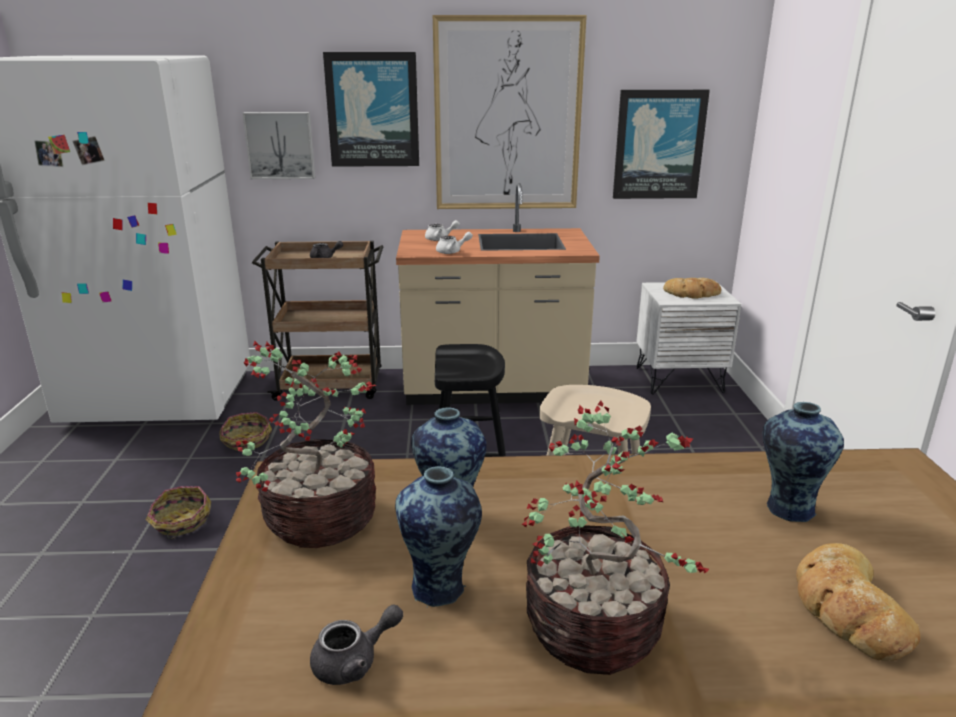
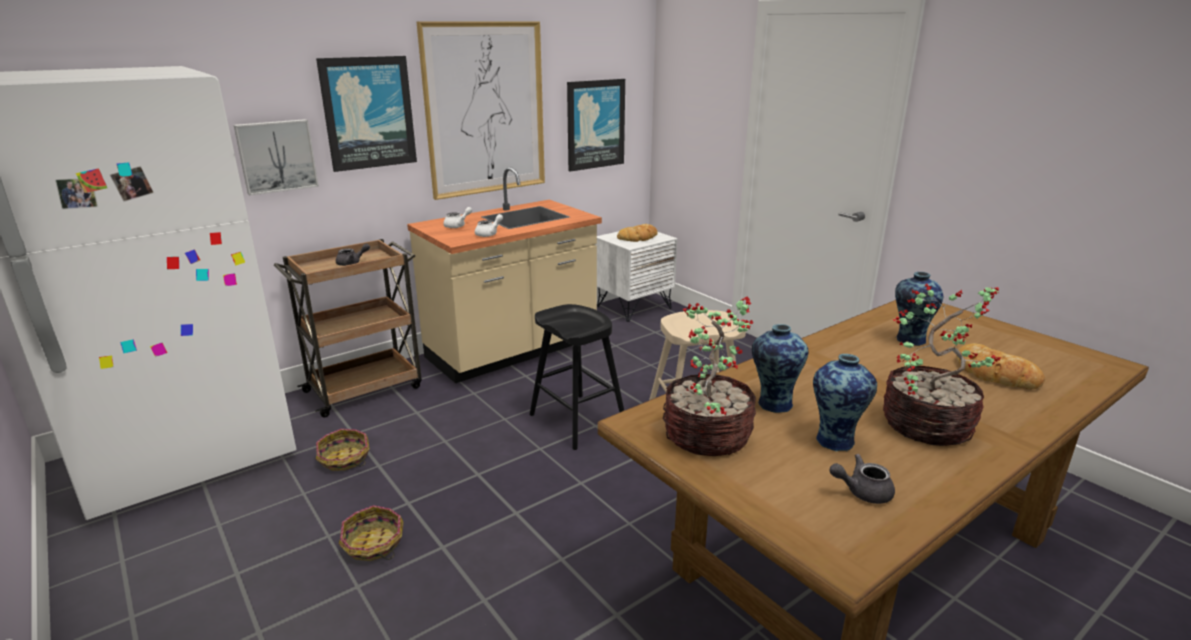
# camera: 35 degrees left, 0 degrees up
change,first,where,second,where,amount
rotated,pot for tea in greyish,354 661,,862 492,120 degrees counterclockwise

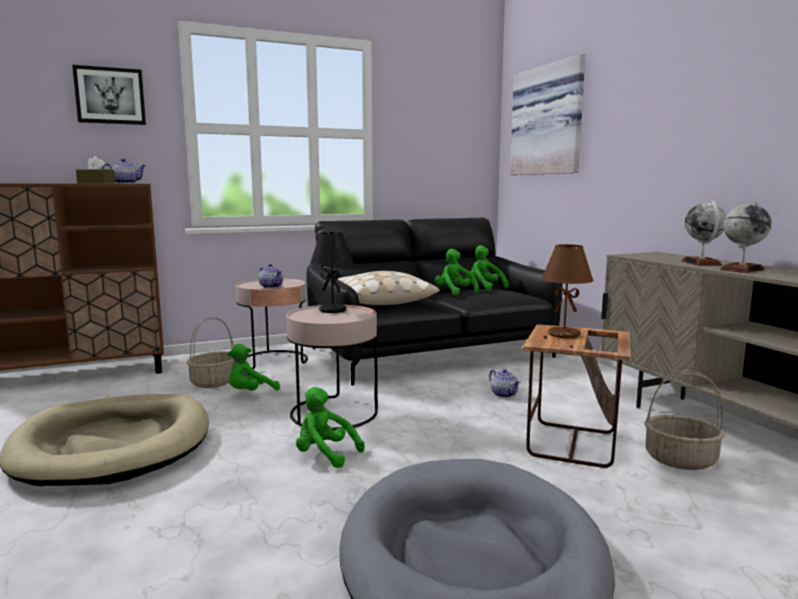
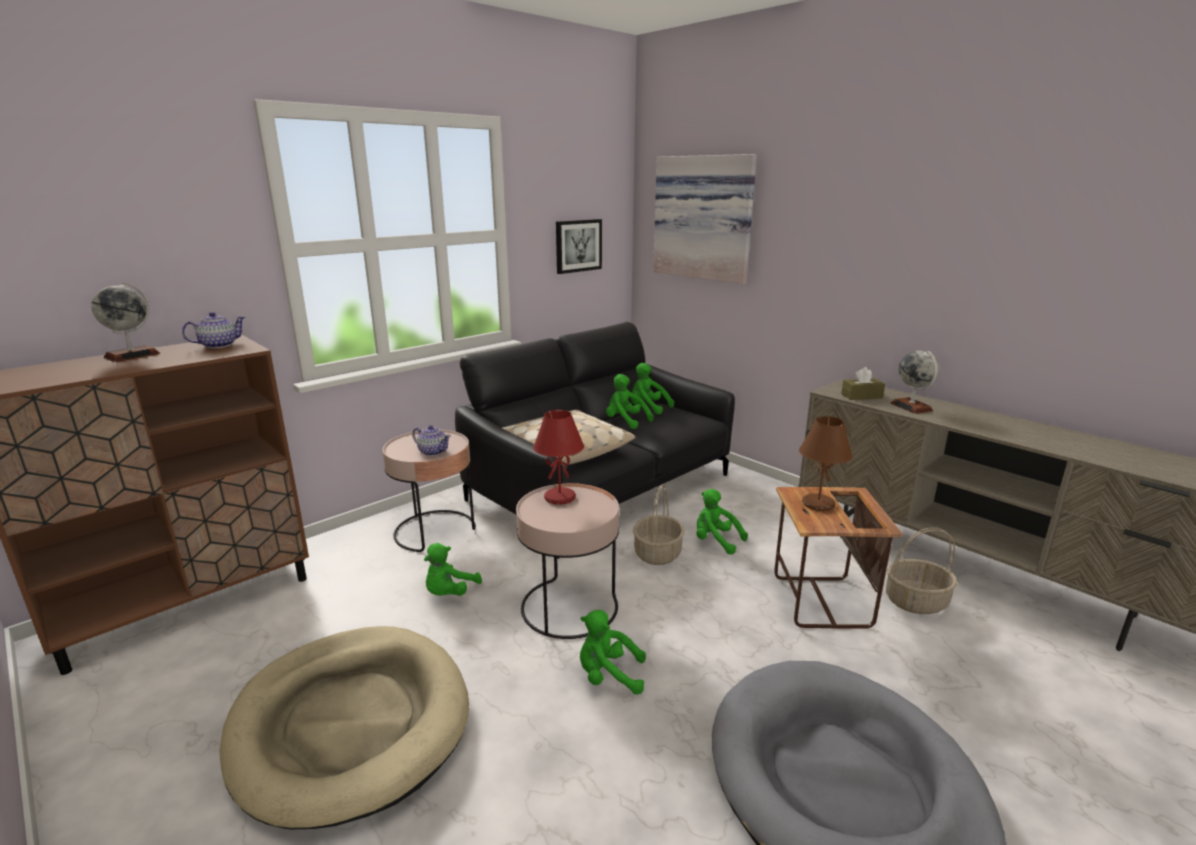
# camera: 20 degrees left, 10 degrees up
change,first,where,second,where,amount
shifted,wall art,110 96,,578 245,
shifted,tissue holder in brownish,96 183,,861 396,
shifted,basket,214 382,,658 554,
shifted,globe,742 269,,132 355,
swapped,pot for tea,504 394,plush toy in green,715 541,
repainted,lamp for a table in black-coloured,333 310,lamp for a table in reddish,560 497,

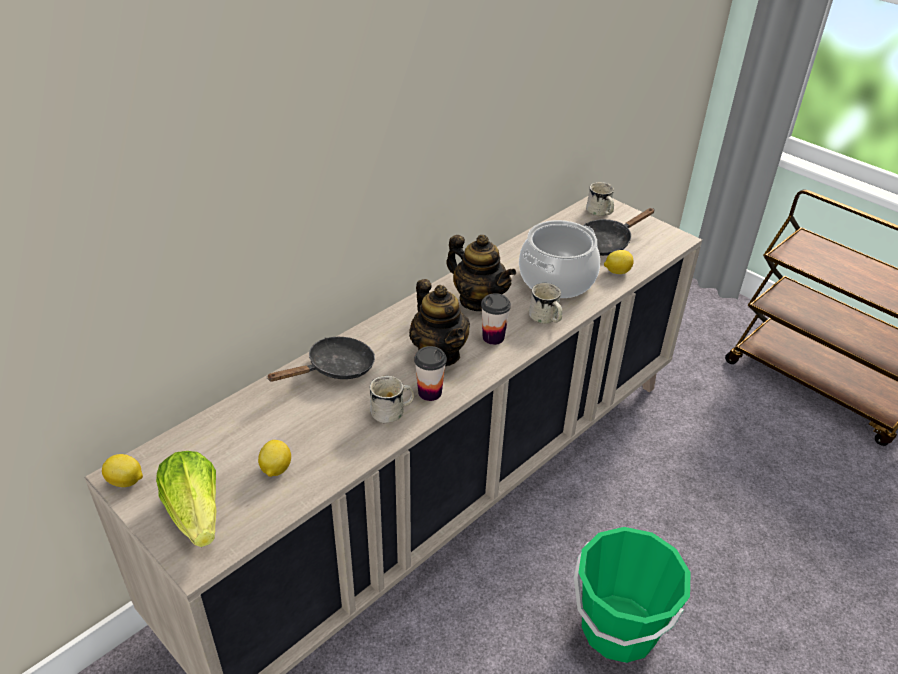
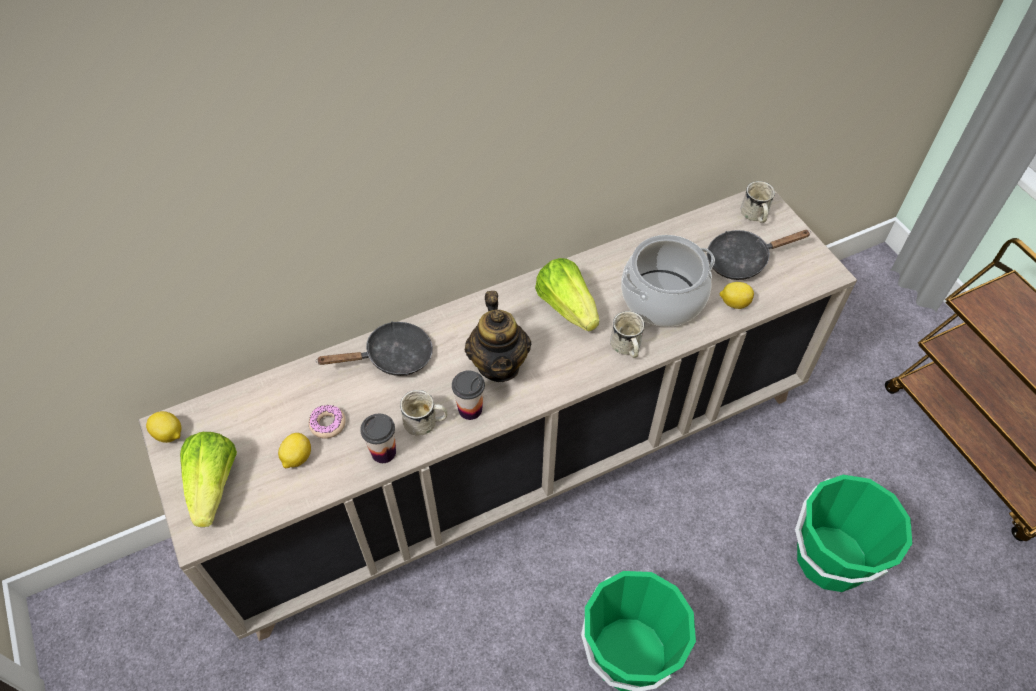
# camera: 20 degrees right, 15 degrees up
change,first,where,second,where,amount
new,,,ring doughnut,328 424,
new,,,water bucket in green,830 559,
shifted,drinking cup,493 337,,383 452,
swapped,pot for tea,478 301,lettuce,567 307,

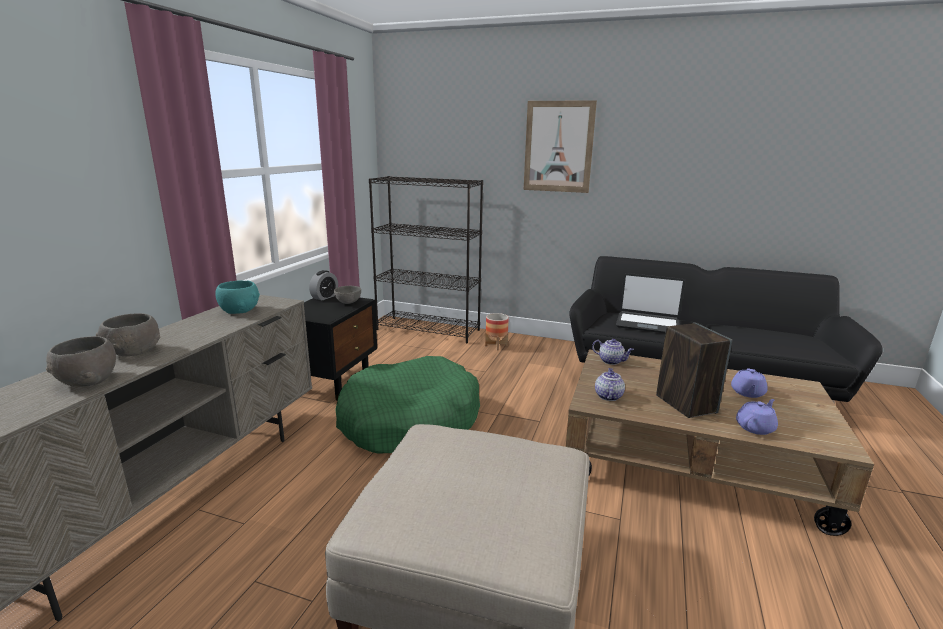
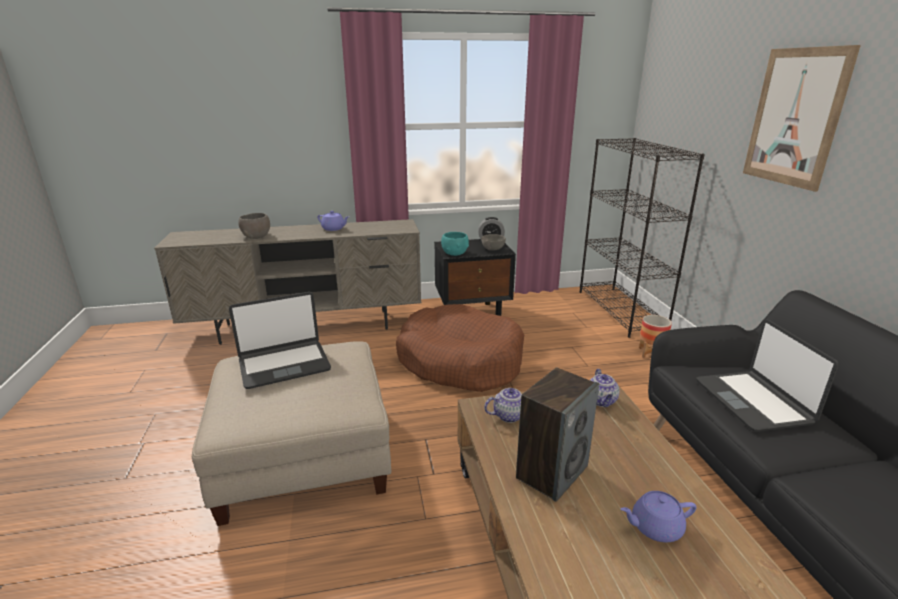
# camera: 60 degrees right, 5 degrees up
change,first,where,second,where,amount
gone,bowl in greyish,133 352,,,
new,,,portable computer,284 365,
shifted,bowl in turquoise-coloured,240 310,,455 253,
shifted,pot for tea in purplish,755 427,,334 229,
repainted,pet bed in green,409 420,pet bed in brownish,460 361,

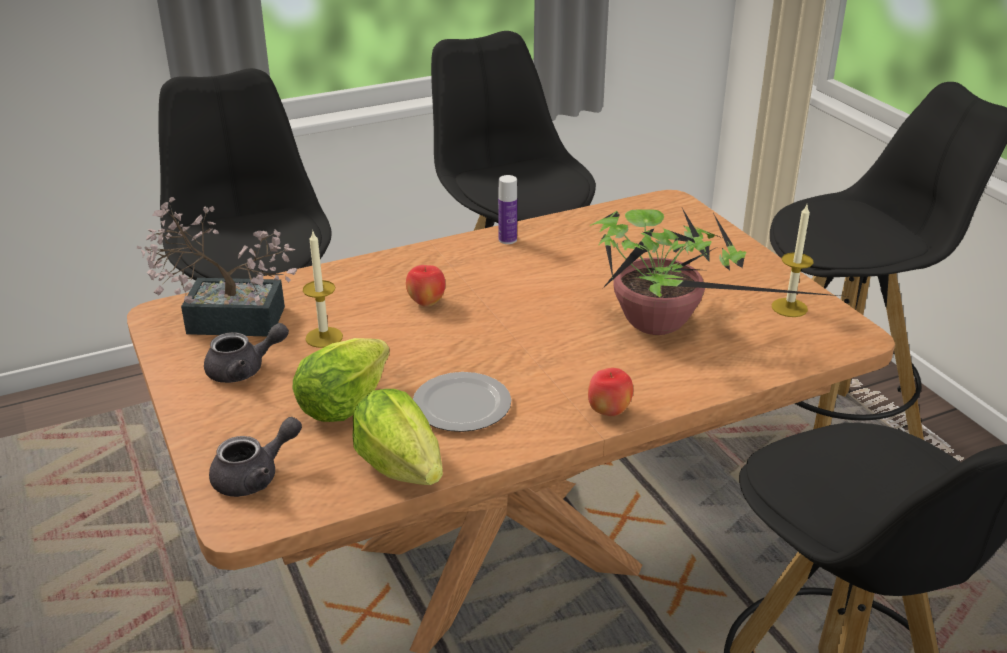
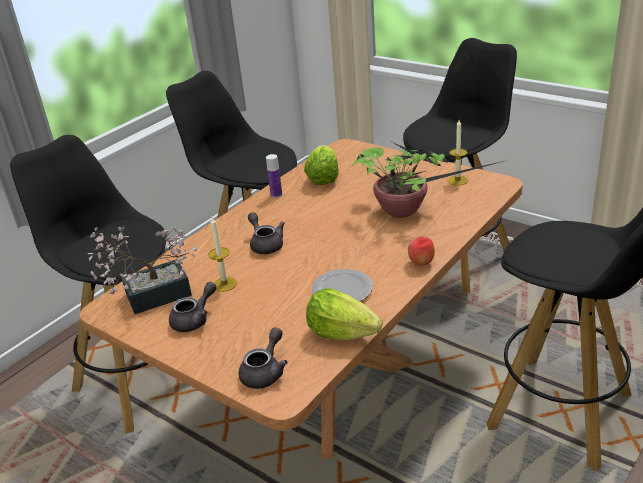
# camera: 25 degrees left, 0 degrees up
change,first,where,second,where,amount
shifted,lettuce,343 404,,323 178,
swapped,apple fruit,426 303,pot for tea in greyish,265 244,

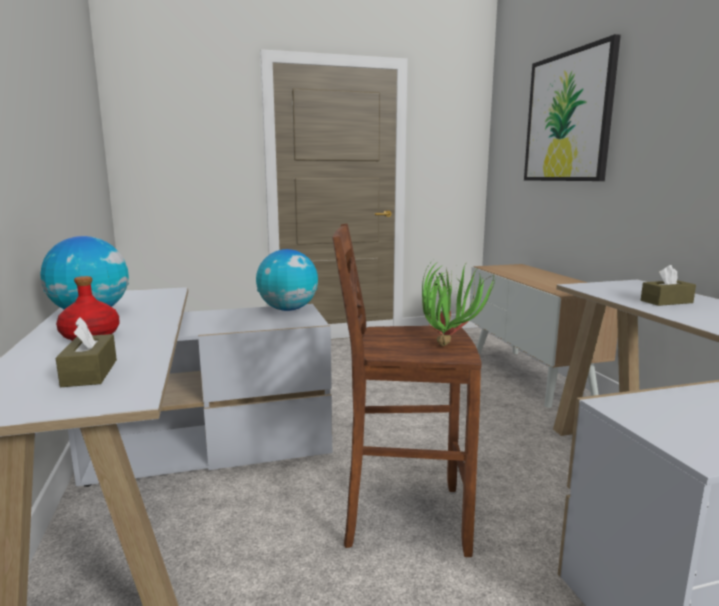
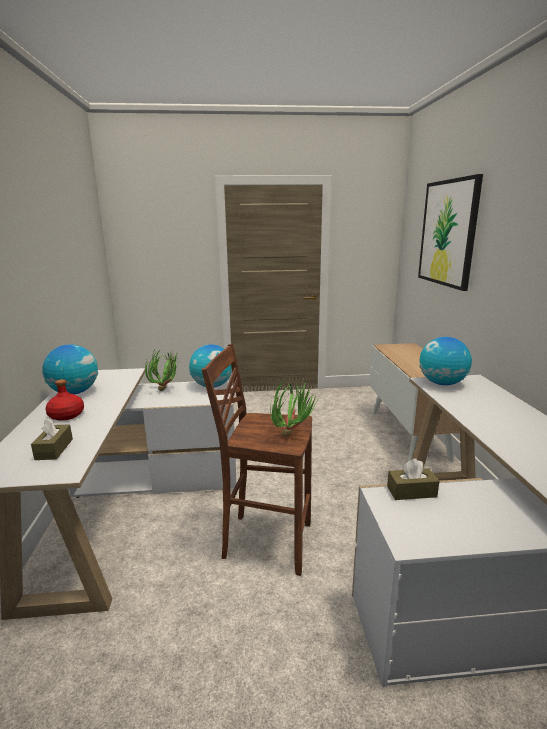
# camera: 10 degrees right, 5 degrees up
change,first,where,second,where,amount
new,,,potted plant,167 389,
new,,,globe,442 383,
shifted,tissue holder in brownish,666 301,,411 492,

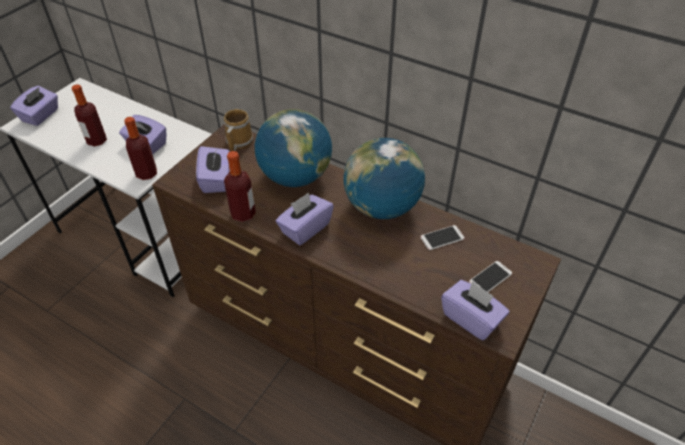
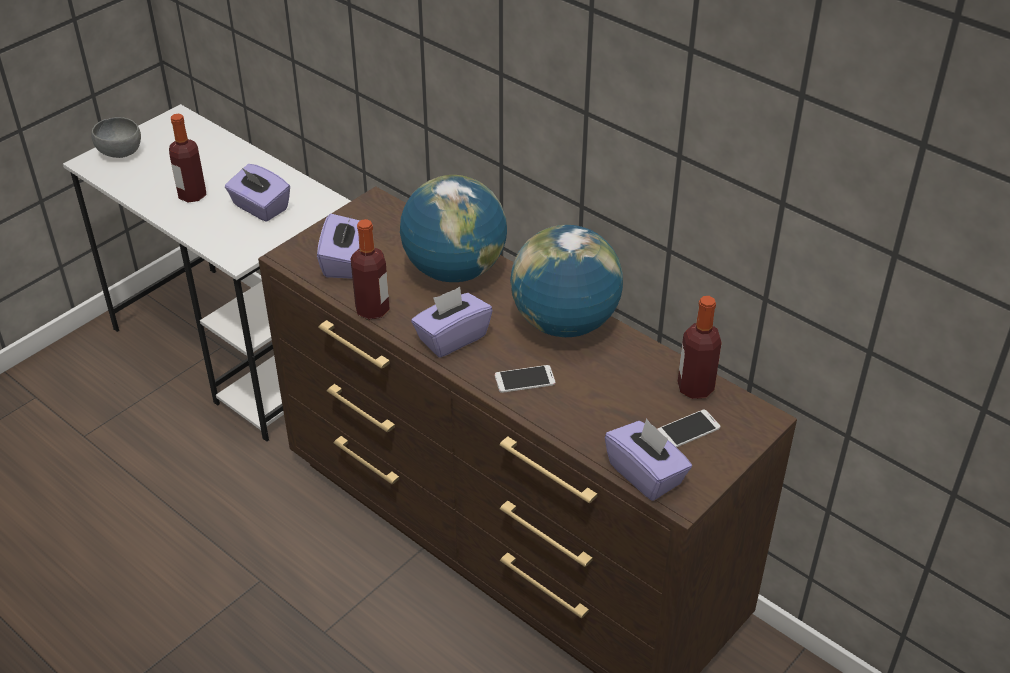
# camera: 10 degrees right, 5 degrees down
change,first,where,second,where,amount
gone,coffee mug,238 142,,,
shifted,bottle,146 174,,695 388,
shifted,telephone,442 238,,524 379,
swapped,tissue holder in purplish,41 115,bowl in greyish,120 152,

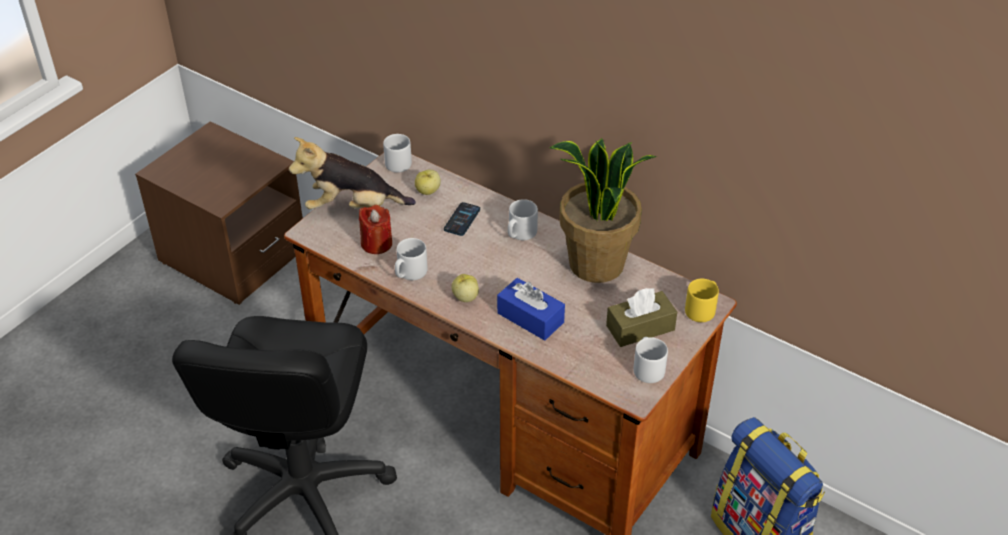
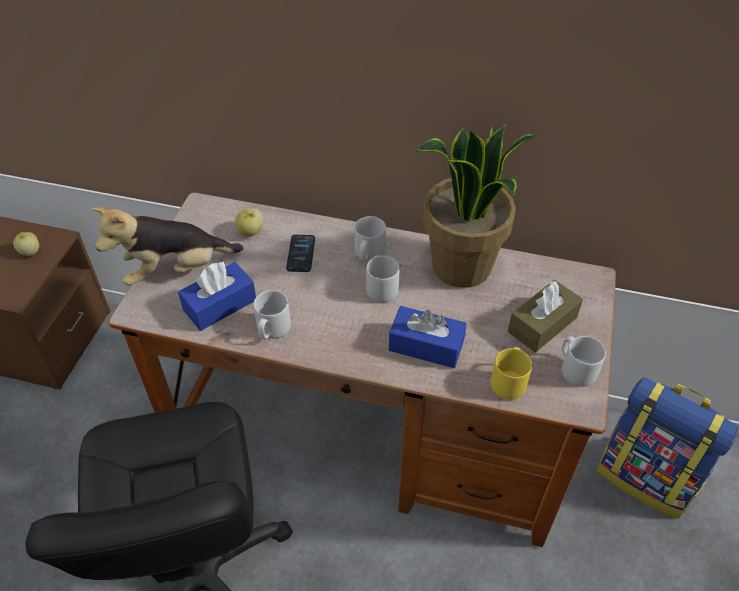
# camera: 20 degrees left, 5 degrees up
change,first,where,second,where,amount
shifted,coffee mug in greyish,399 162,,381 287,
shifted,apple fruit,465 297,,30 252,
shifted,coffee mug in yellow,702 309,,509 381,
swapped,wax light in reddish,376 243,tissue holder in bluish,220 305,

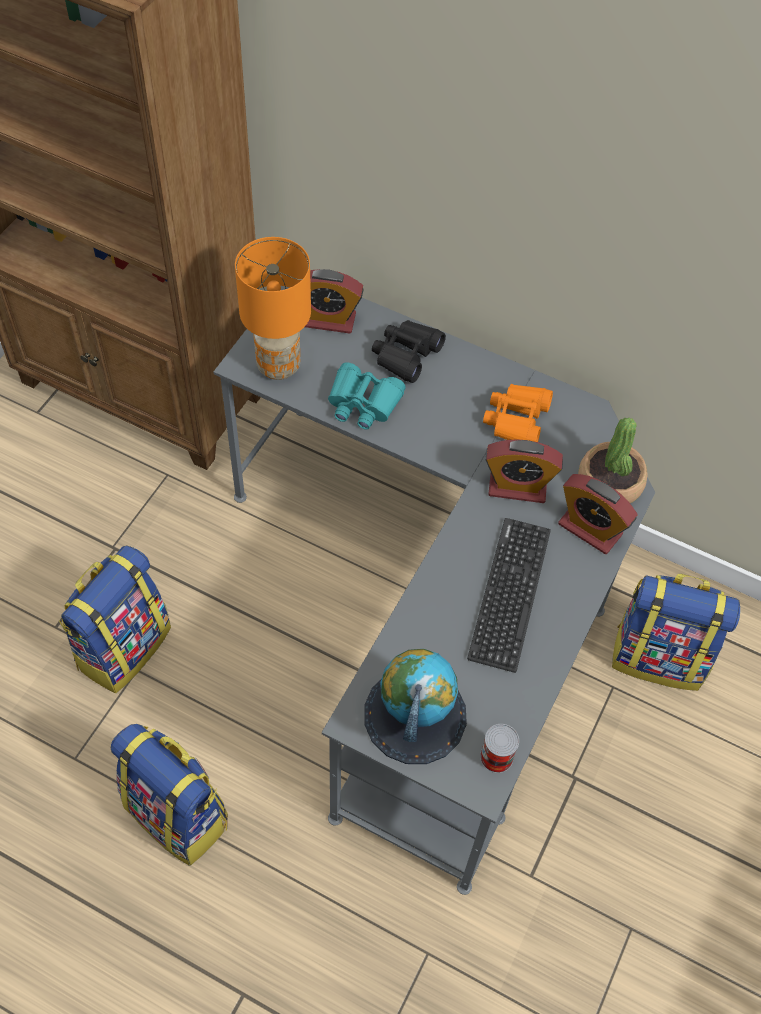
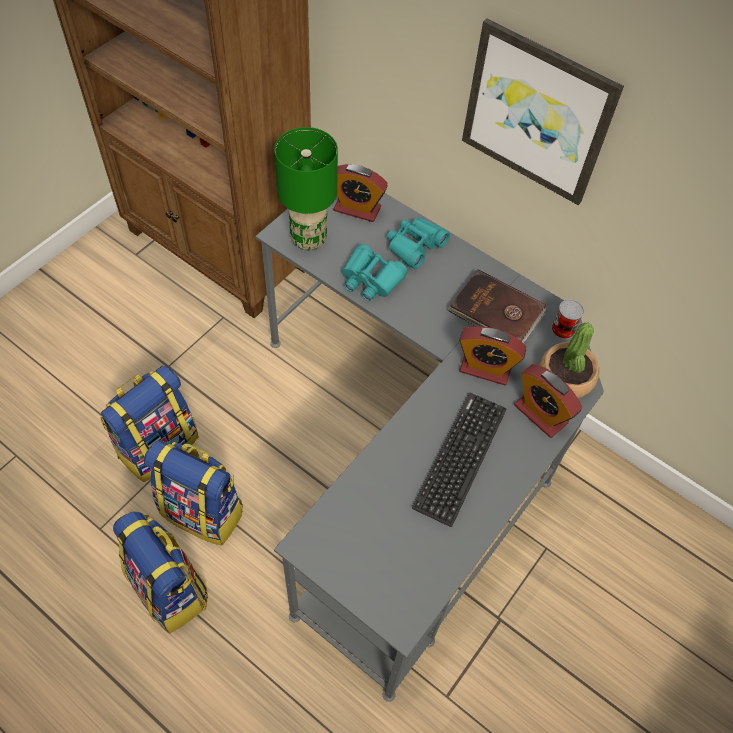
# camera: 10 degrees right, 0 degrees up
change,first,where,second,where,amount
gone,globe,414 715,,,
new,,,wall art,537 113,
shifted,can,496 757,,563 329,
shifted,knapsack,659 656,,203 511,
swapped,field glasses in orangey,517 420,book in brownish,496 312,
repainted,lamp for a table in orangey,278 367,lamp for a table in green,308 240,
repainted,field glasses in black-coloured,406 355,field glasses in turquoise-coloured,415 246,

